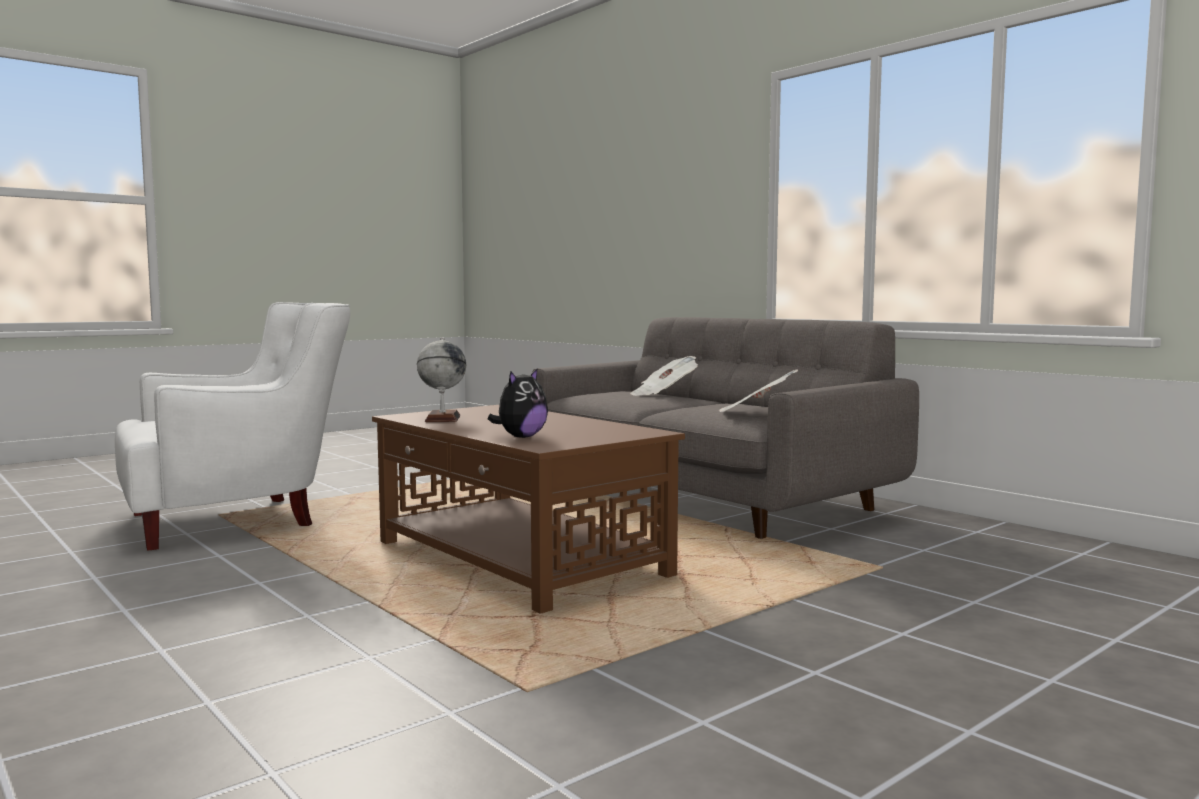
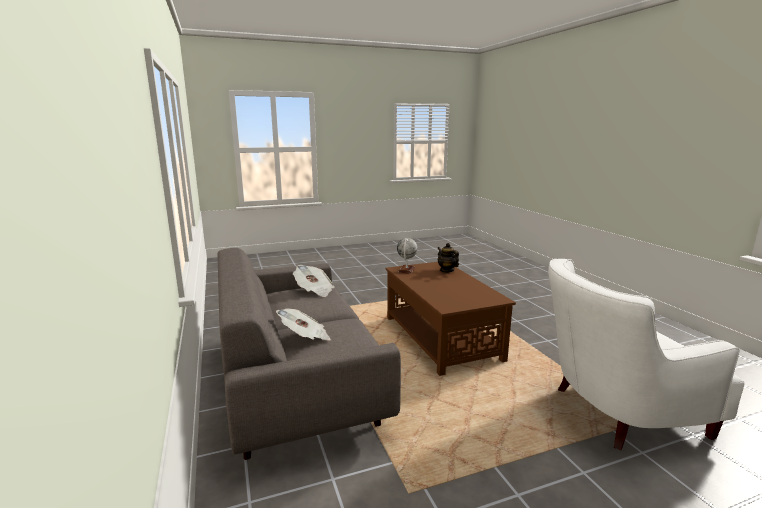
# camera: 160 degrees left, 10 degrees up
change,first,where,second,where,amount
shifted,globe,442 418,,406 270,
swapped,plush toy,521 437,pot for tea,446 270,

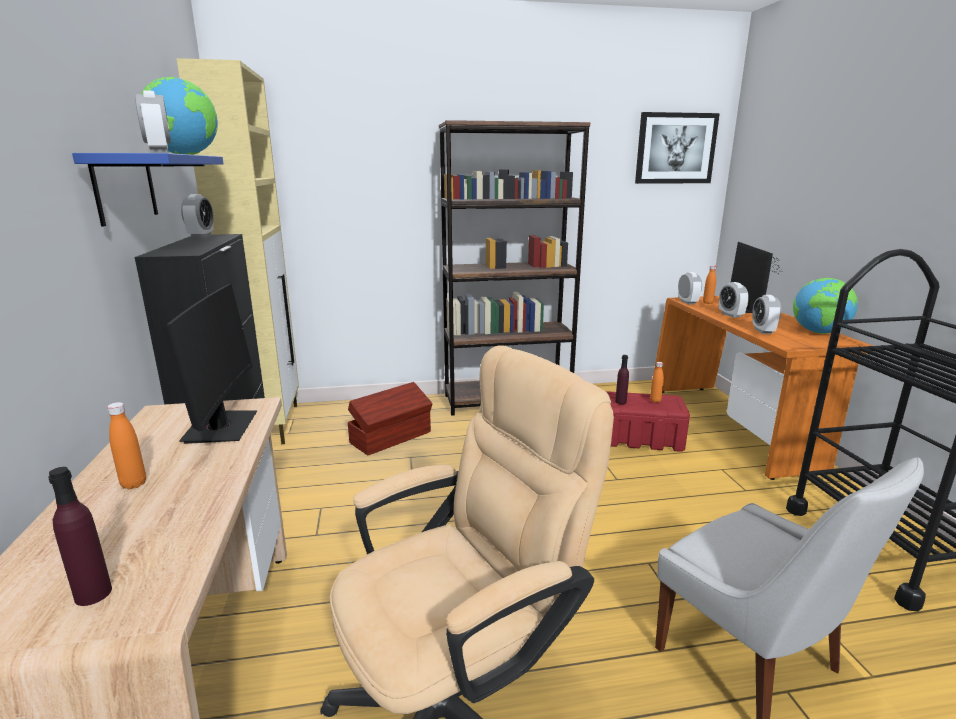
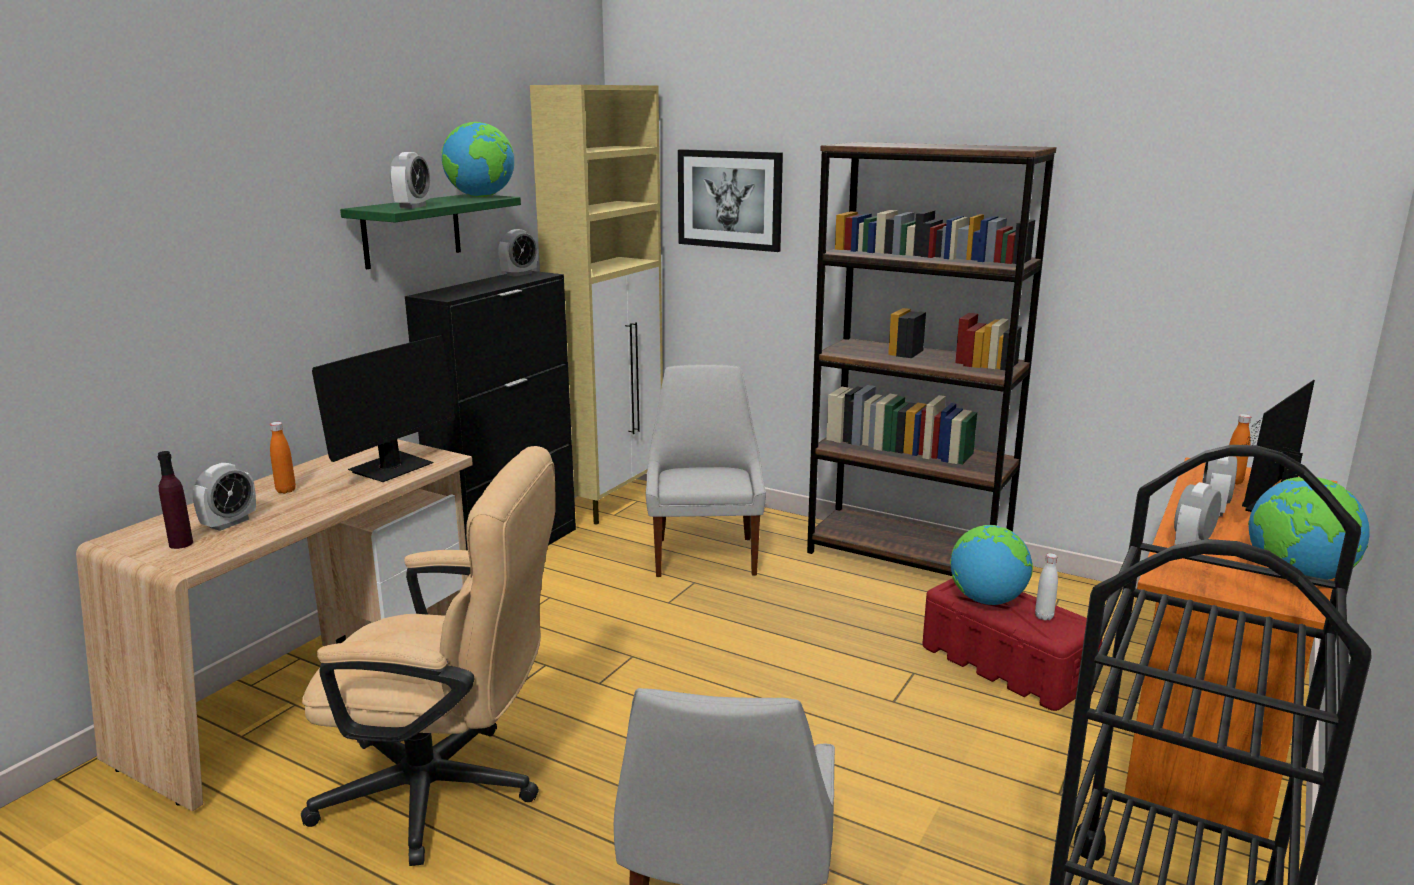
# camera: 40 degrees right, 0 degrees up
change,first,where,second,where,amount
shifted,wall art,675 148,,730 199,
shifted,alarm clock,687 302,,229 523,
swapped,storage container in brownish,392 437,upright chair in white-coloured,705 555,
swapped,bottle in purplish,620 402,globe,986 600,
repainted,bracket shelf in bluish,125 187,bracket shelf in green,412 230,
repainted,bottle in orangey,655 401,bottle in white-coloured,1044 616,

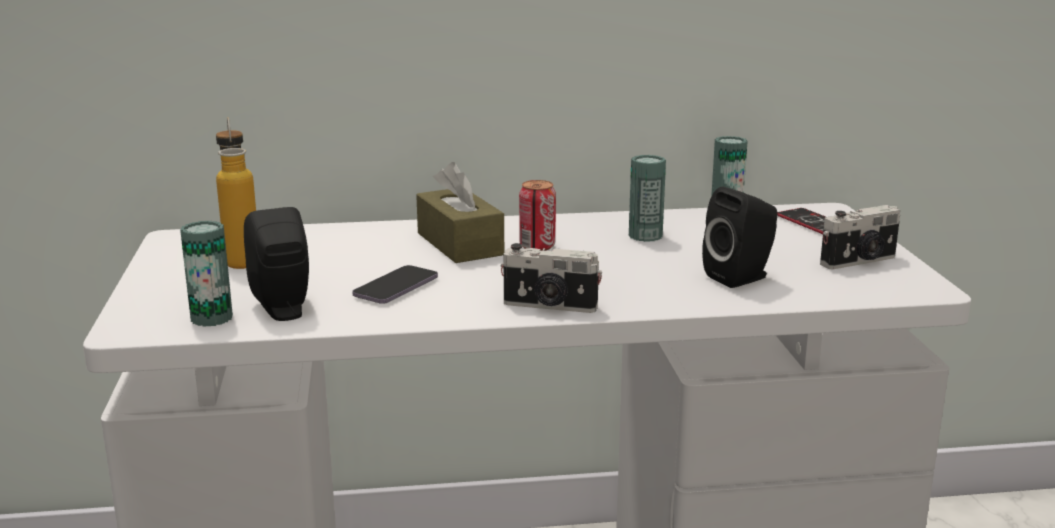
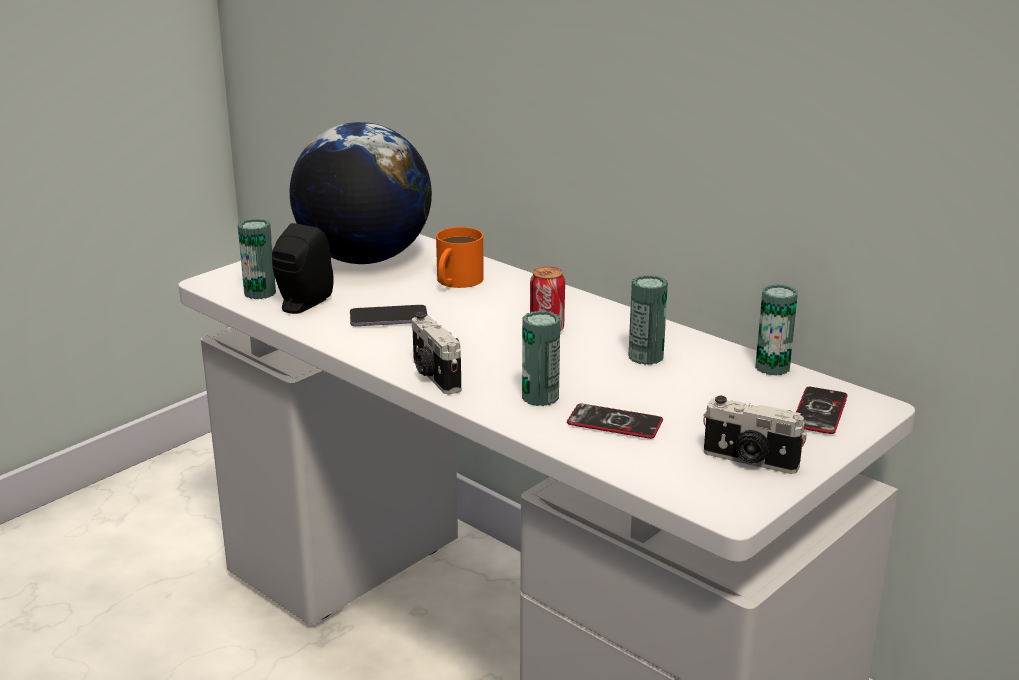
# camera: 50 degrees right, 5 degrees up
change,first,where,second,where,amount
gone,tissue holder in brownish,460 244,,,
new,,,coffee mug in orangey,455 282,
new,,,can,540 397,
swapped,bottle,241 259,globe,364 259,
swapped,speaker in black-coloured,741 277,telephone,614 423,

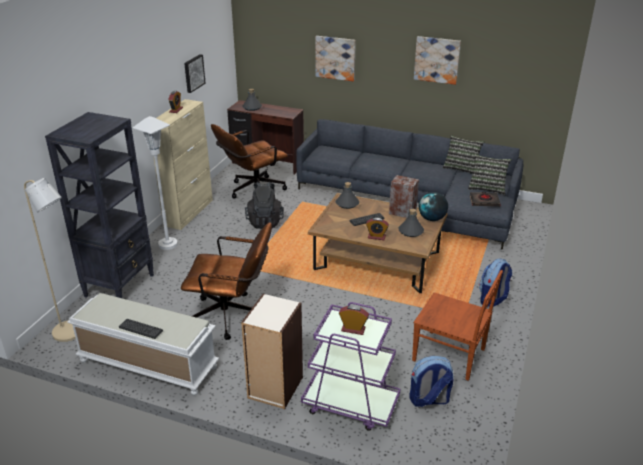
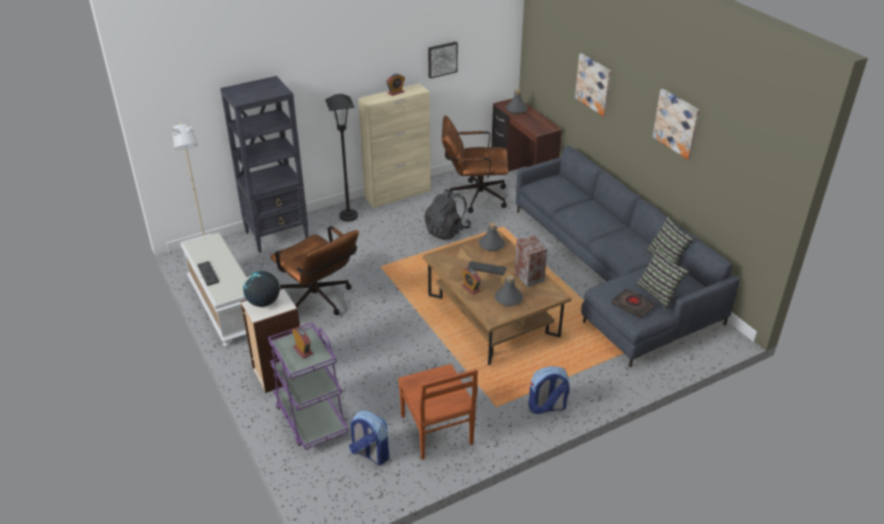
# camera: 40 degrees right, 5 degrees up
change,first,where,second,where,amount
shifted,globe,432 219,,263 302,
repainted,standing lamp in white-coloured,168 244,standing lamp in black-coloured,348 216,

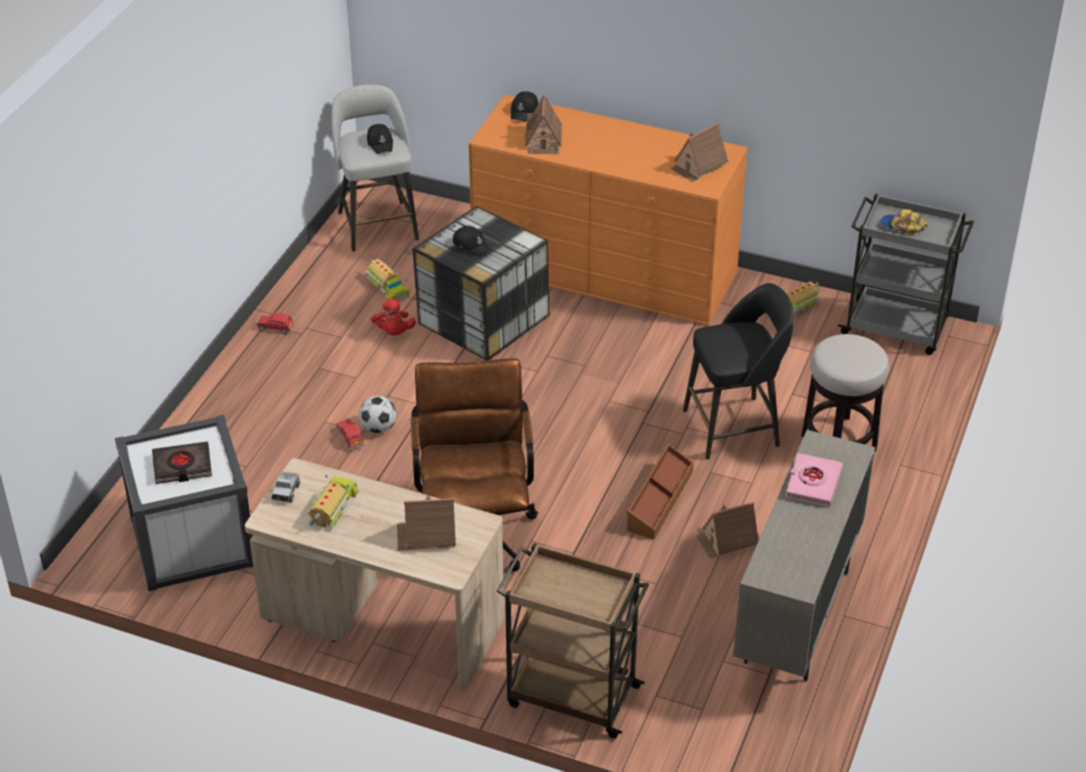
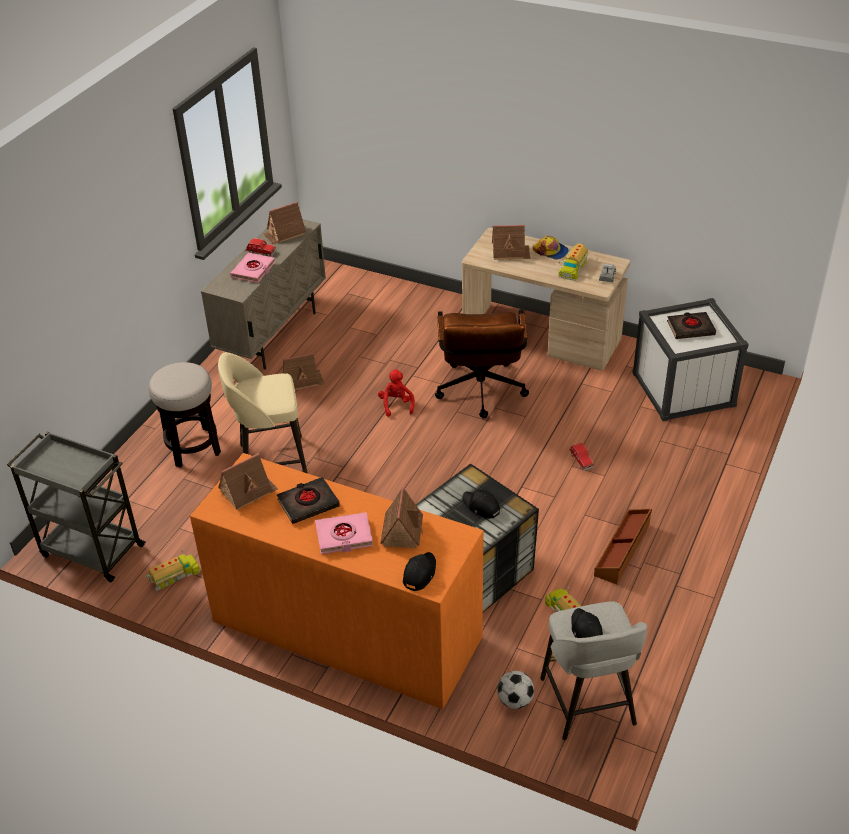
# camera: 175 degrees left, 0 degrees up
change,first,where,second,where,amount
gone,cart in brownish,570 695,,,
new,,,toy house,284 234,
new,,,book in black-coloured,308 503,
new,,,book in pink,344 536,
shifted,toy car in reddish,276 328,,261 252,
shifted,ball for football,378 428,,515 700,
shifted,plush toy in reddish,393 332,,396 405,
shifted,storage container in brownish,659 500,,623 550,
shifted,peaked cap,902 226,,551 251,
repainted,sitting stool in black-coloured,734 427,sitting stool in beige-coloured,270 461,

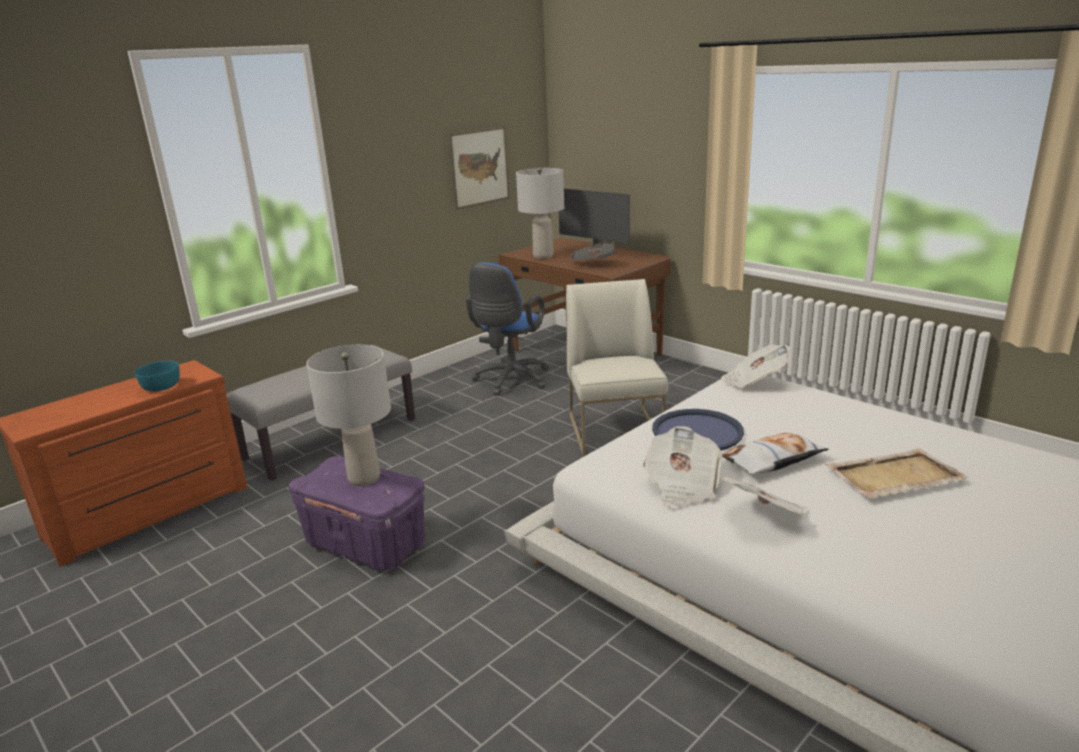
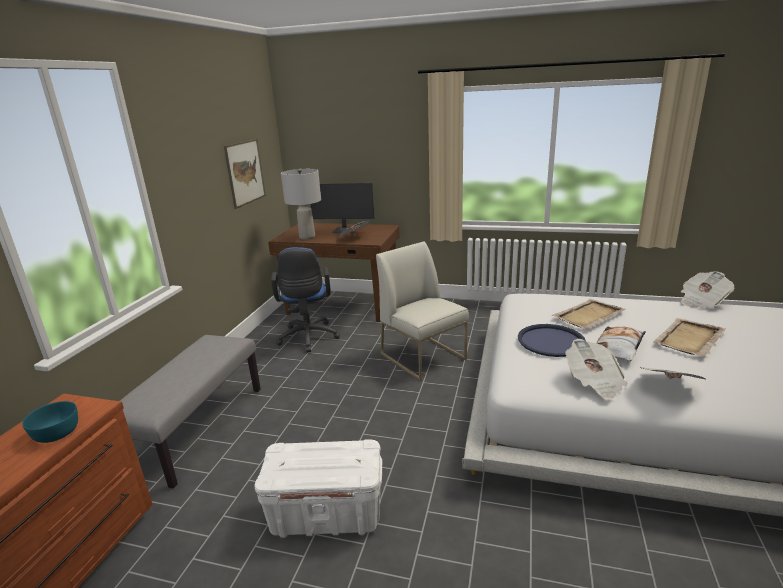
# camera: 30 degrees left, 0 degrees up
change,first,where,second,where,amount
gone,lamp for a table in greyish,363 478,,,
new,,,tray in beige-coloured,588 316,
shifted,newspaper,753 381,,701 301,
repainted,storage container in purplish,364 544,storage container in white-coloured,325 515,

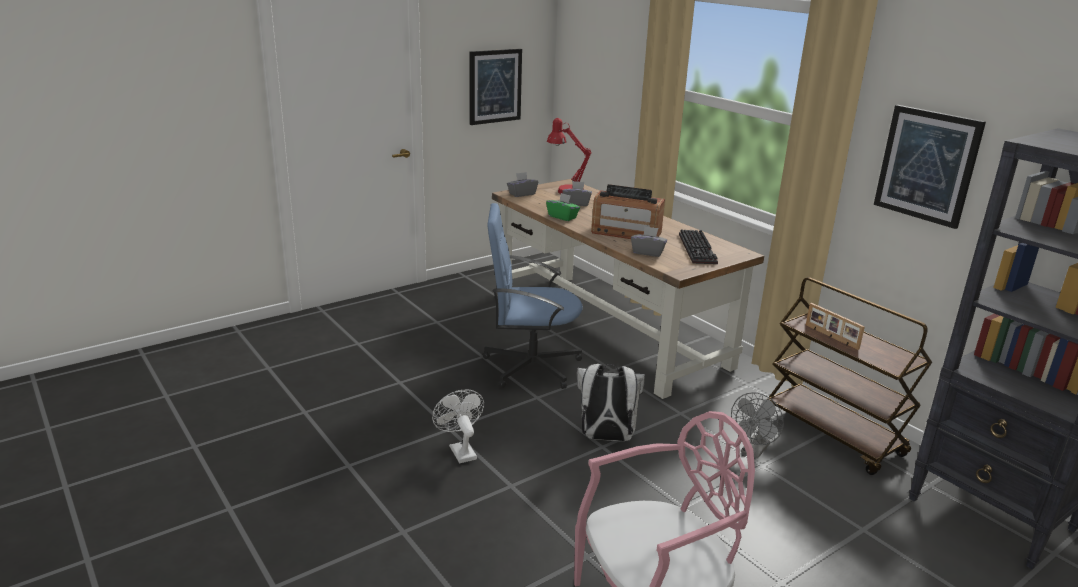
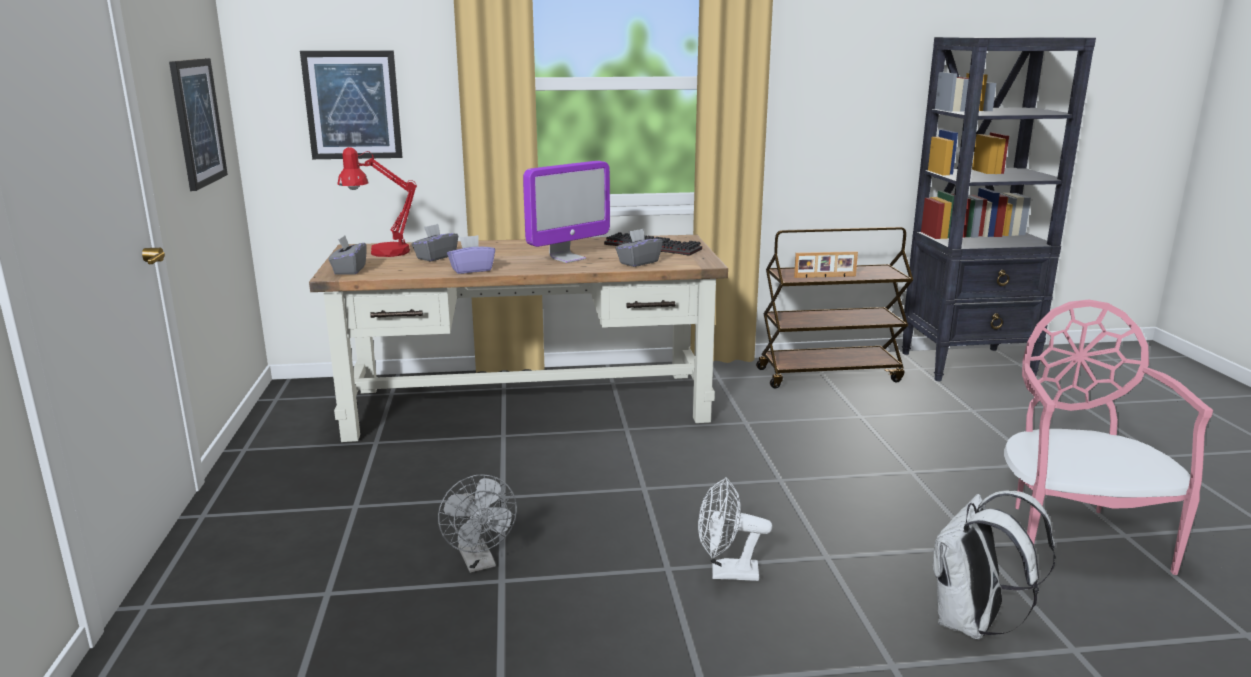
# camera: 60 degrees left, 5 degrees down
change,first,where,second,where,amount
gone,desk chair in bluish,530 366,,,
shifted,knapsack in white-coloured,605 438,,972 624,
shifted,fan in greyish,753 451,,479 562,
shifted,wall art,927 165,,353 105,
swapped,radio set,626 233,monitor,567 258,
repainted,tissue holder in green,562 217,tissue holder in purplish,471 270,

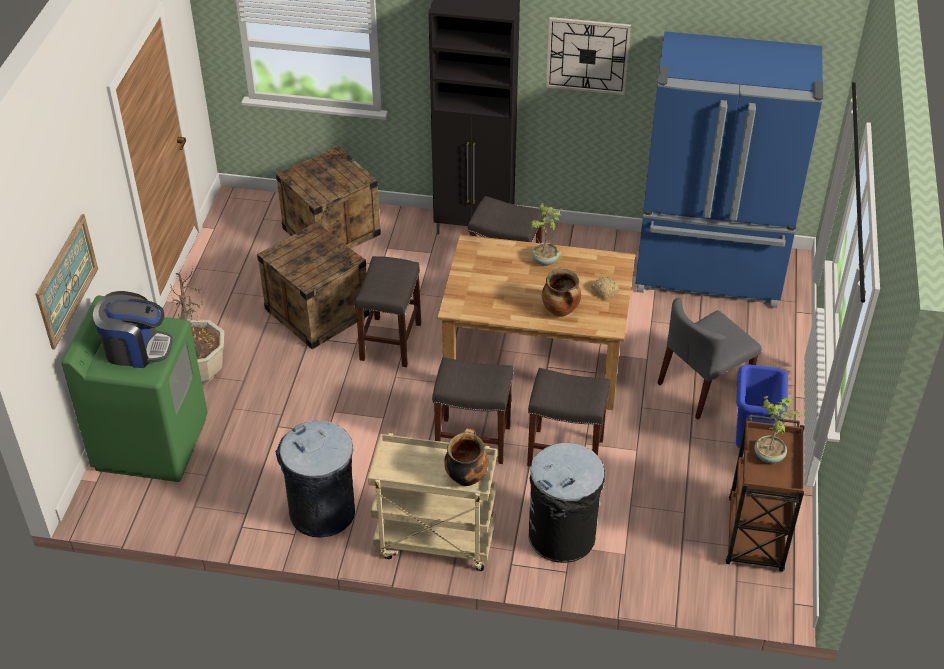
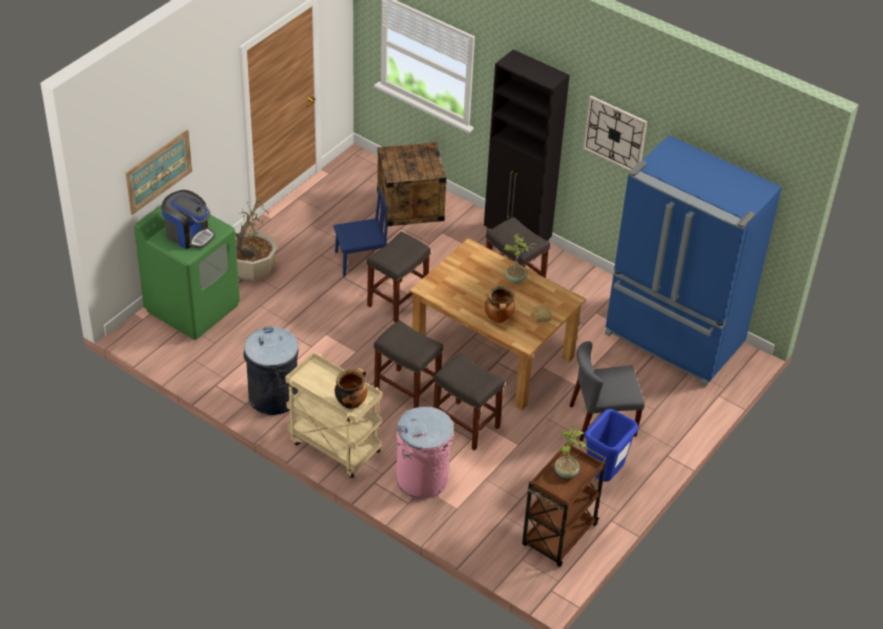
# camera: 25 degrees right, 0 degrees up
change,first,where,second,where,amount
swapped,shipping crate,317 312,upright chair in bluish,361 260,
repainted,trash can in black-coloured,562 536,trash can in pink,422 479,

